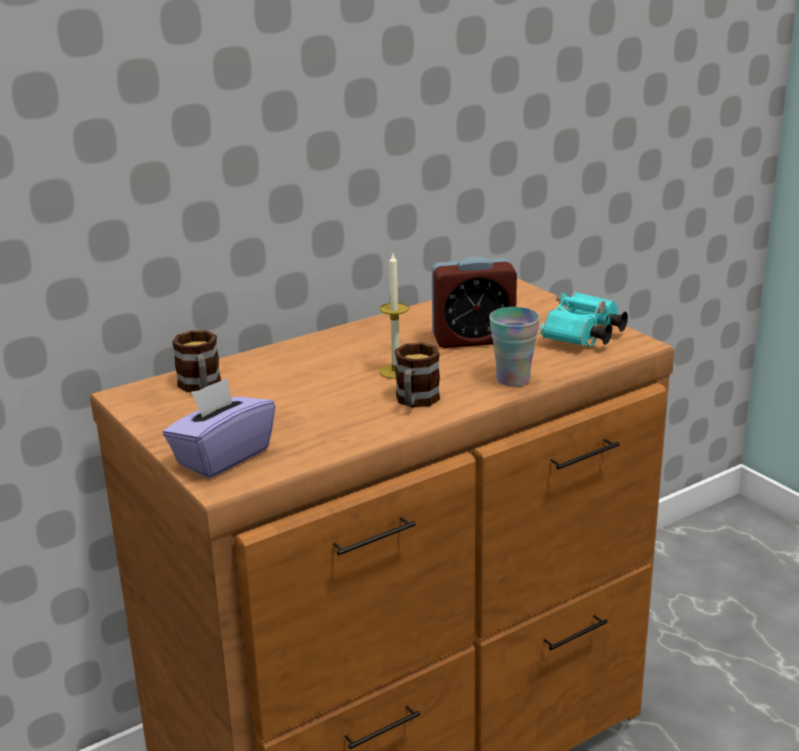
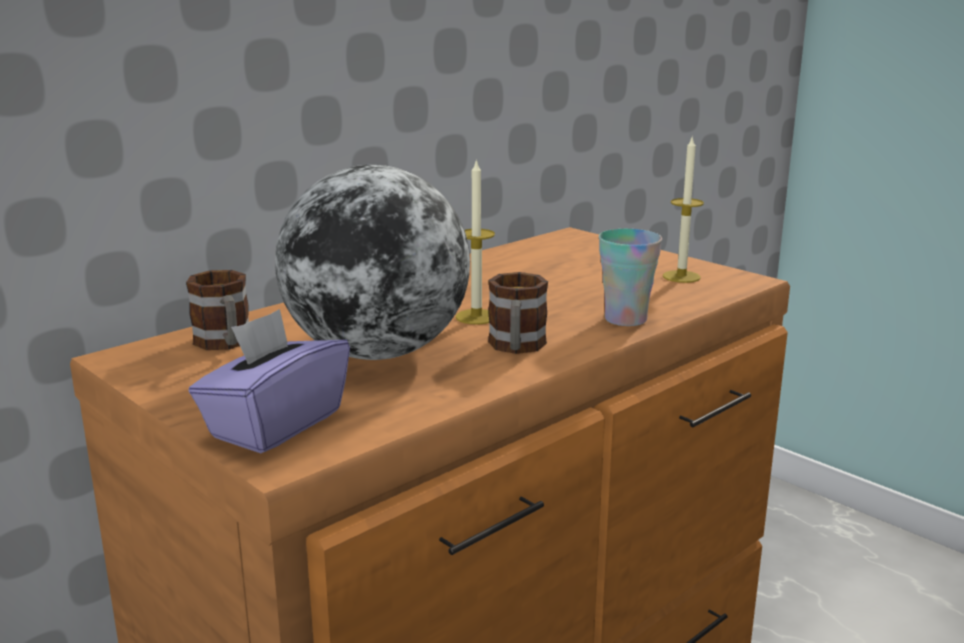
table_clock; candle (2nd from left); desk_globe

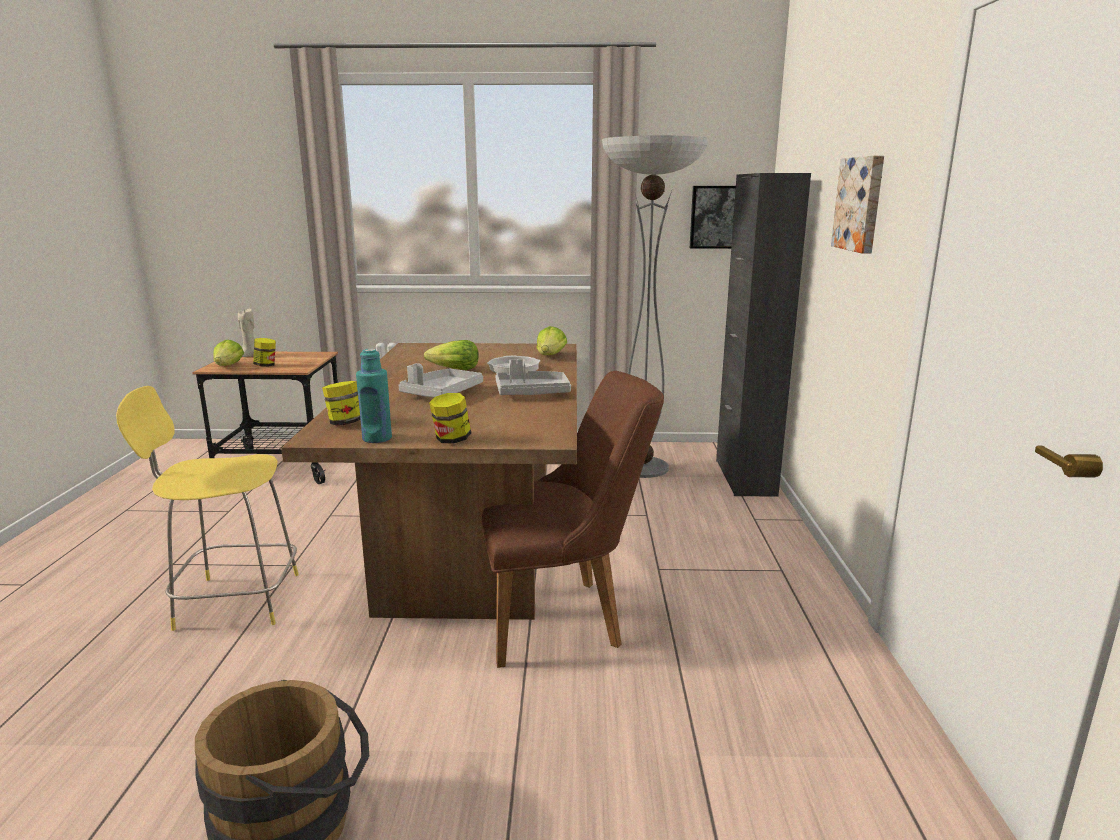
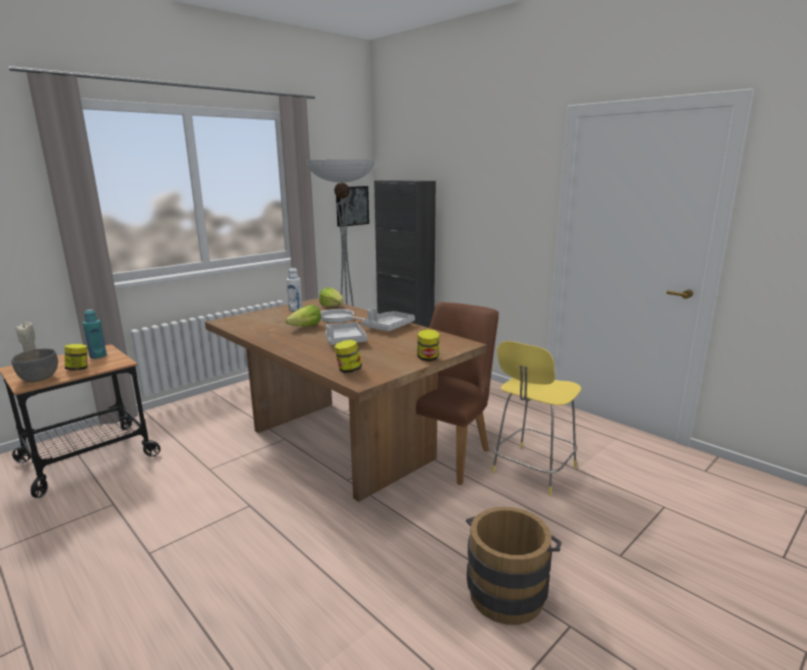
picture (2nd from left in the first image); grey_bowl; turquoise-coloured_bottle; yellowish_stool; white-coloured_bottle

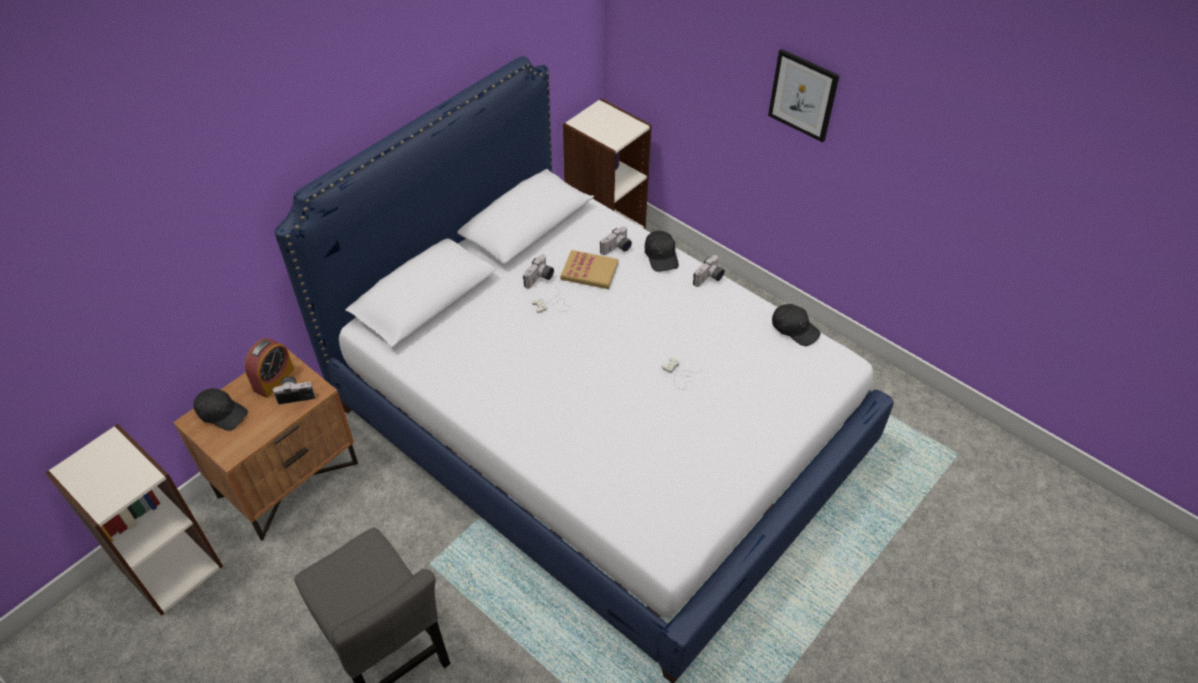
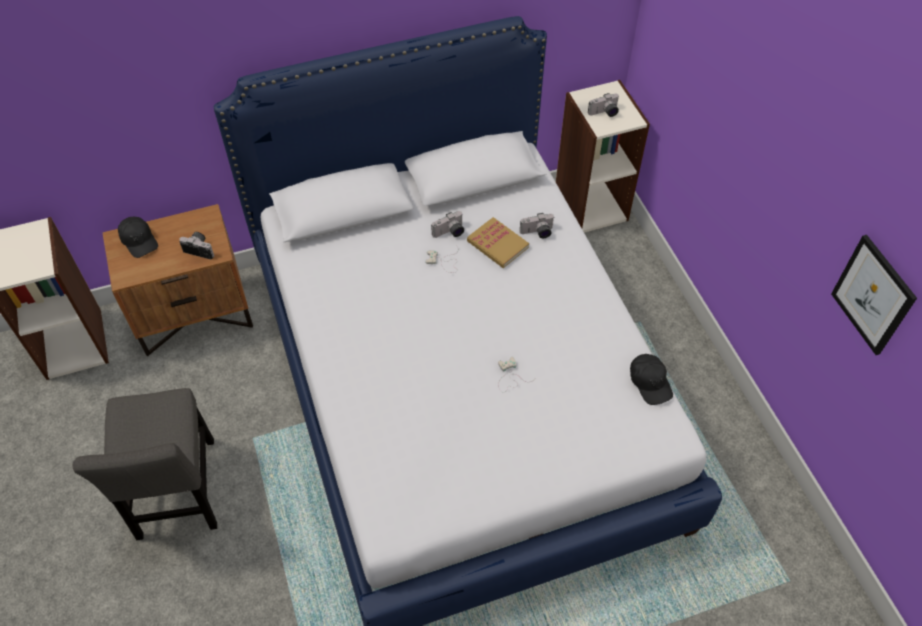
picture; blackish_peaked_cap (2nd from left in the first image); photo_camera (4th from left); table_clock

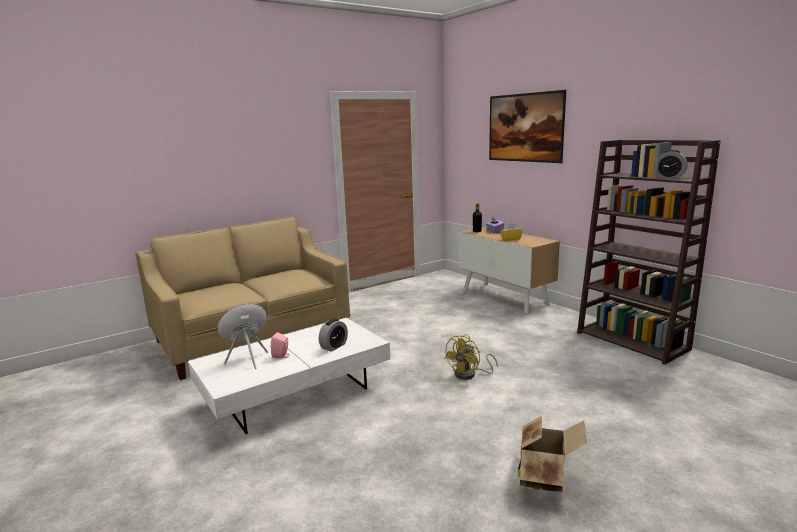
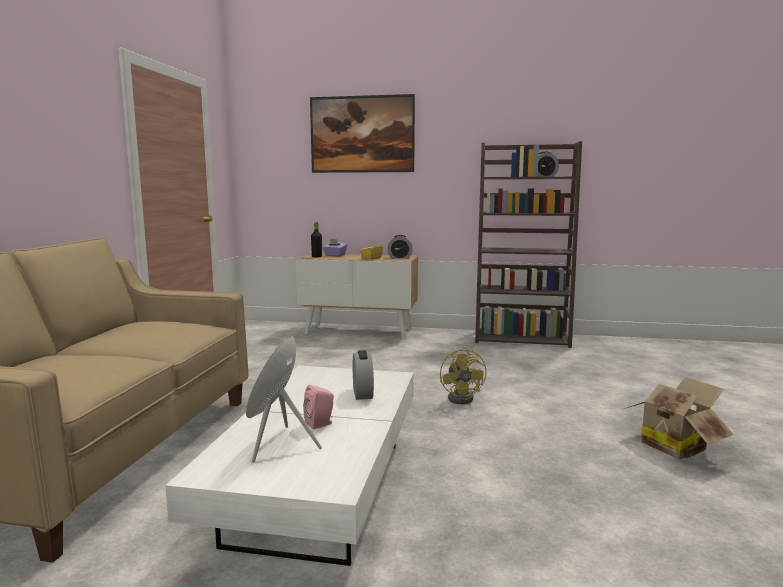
table_clock (2nd from left)

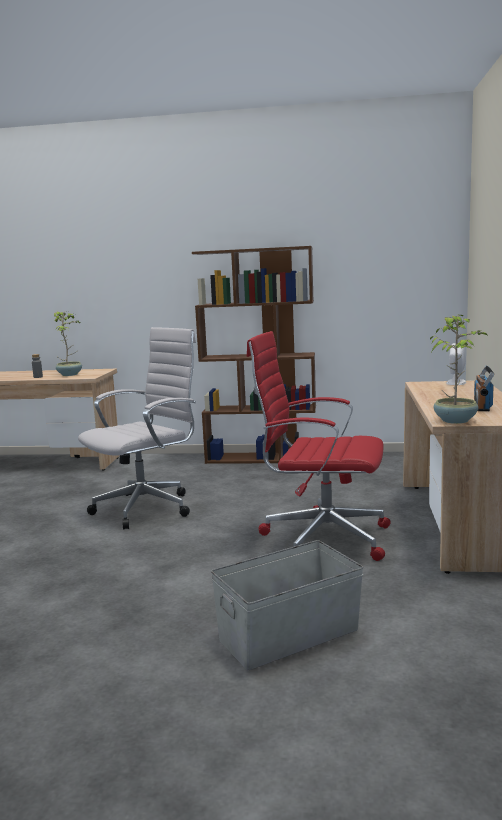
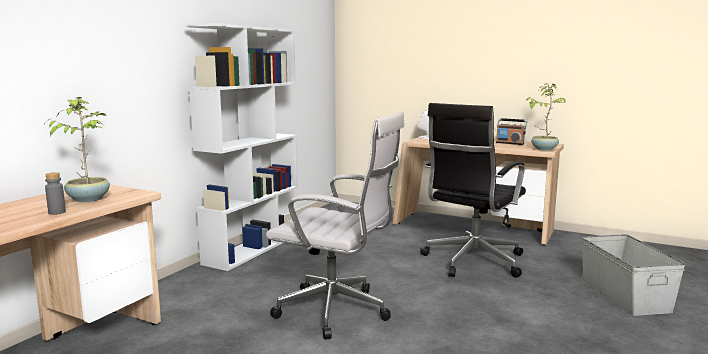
white-coloured_bookcase; white-coloured_desk_chair; blackish_desk_chair

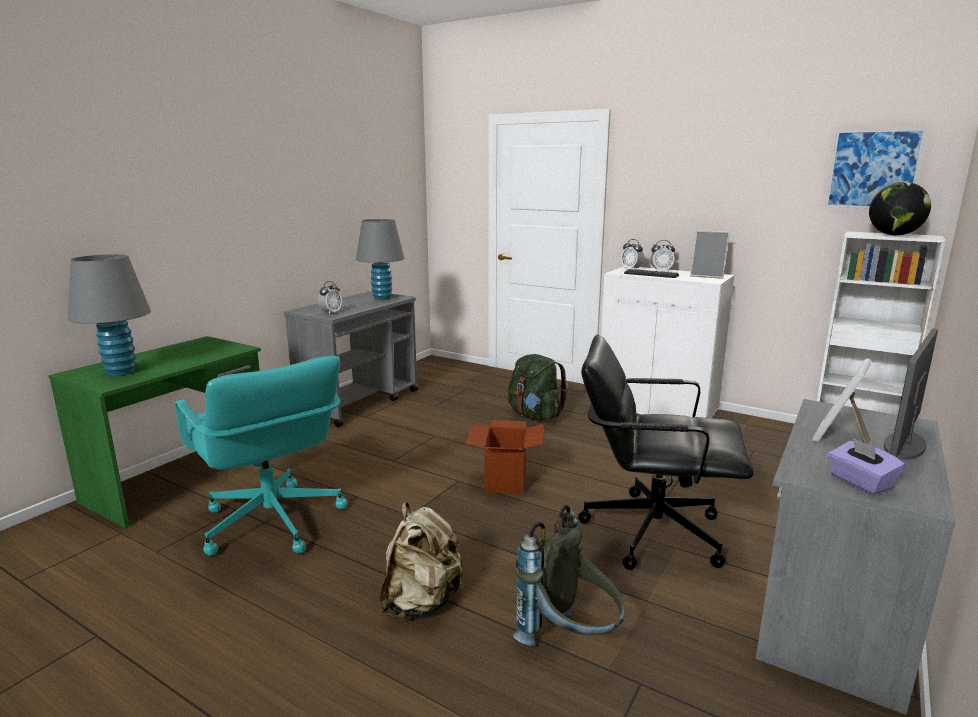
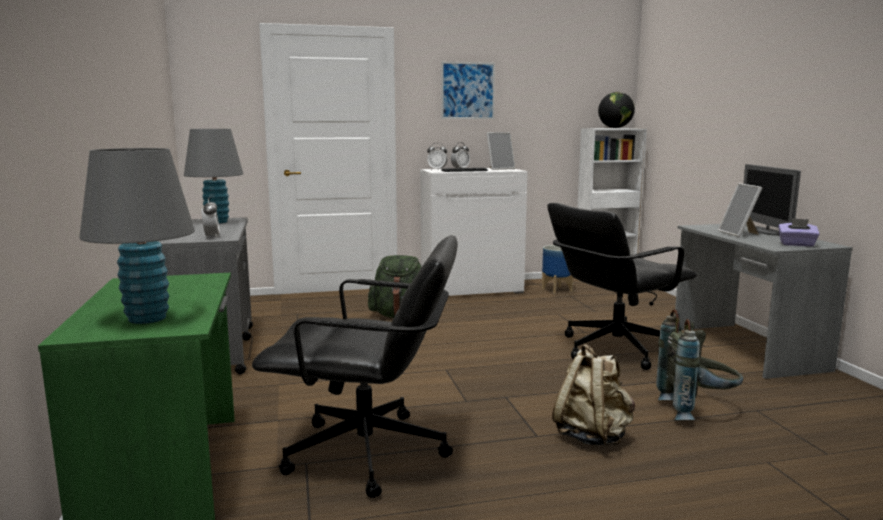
picture; blackish_desk_chair (1st from left); packing_box; planter

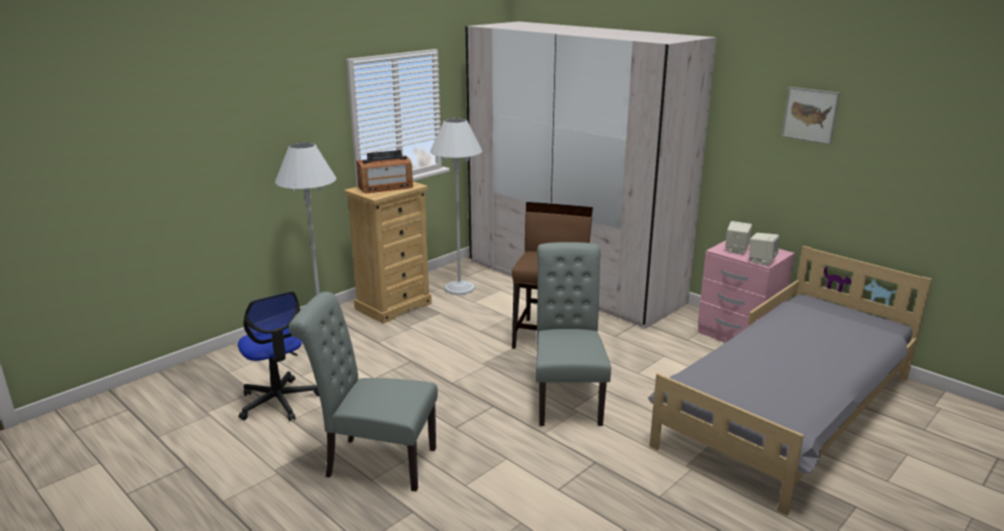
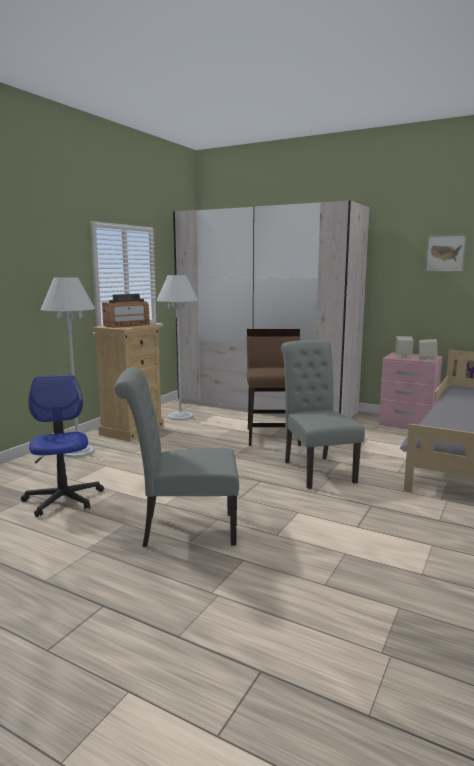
desk_chair

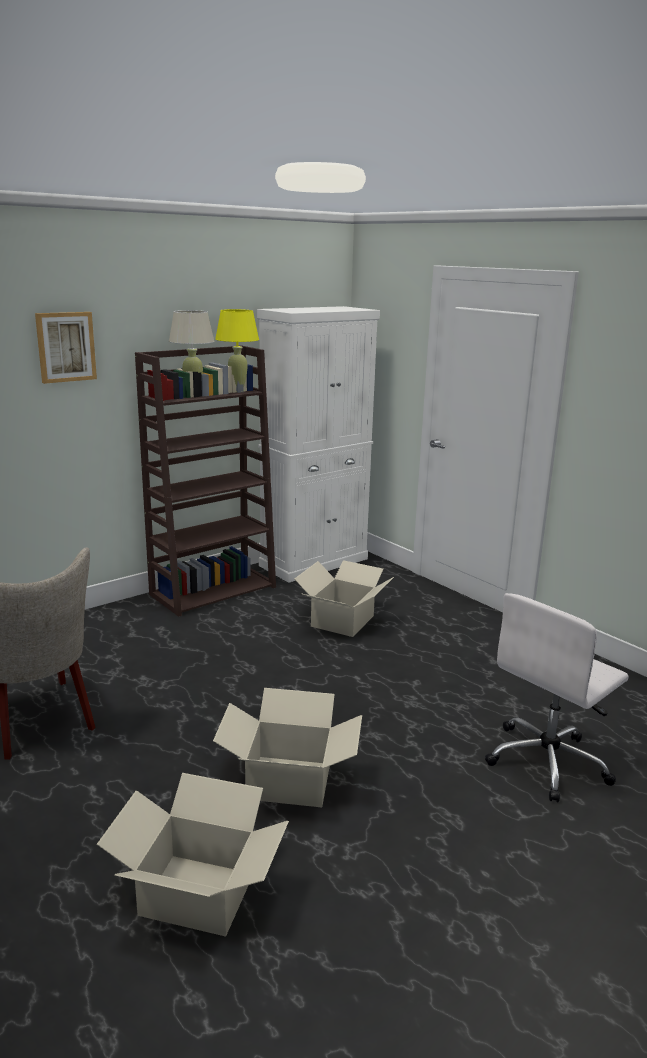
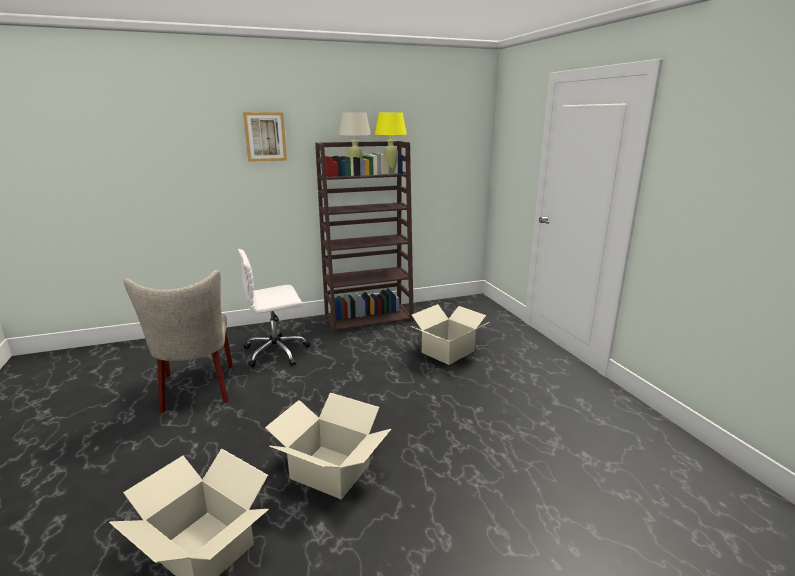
white-coloured_cupboard; white-coloured_desk_chair

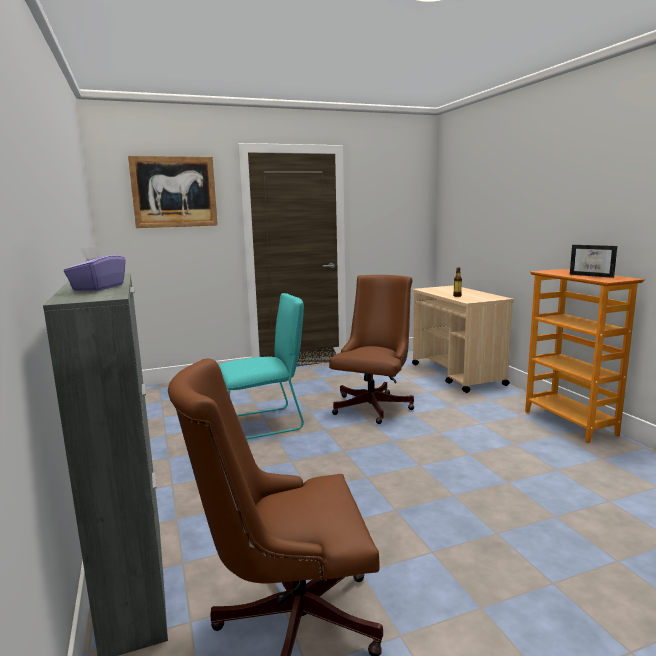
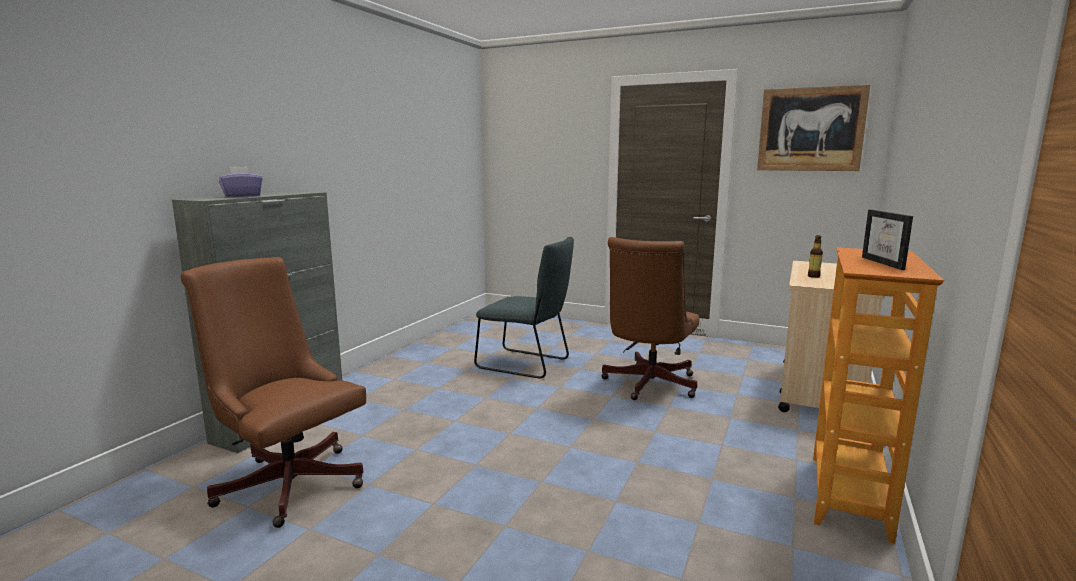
picture; brownish_desk_chair (2nd from left); grey_upright_chair

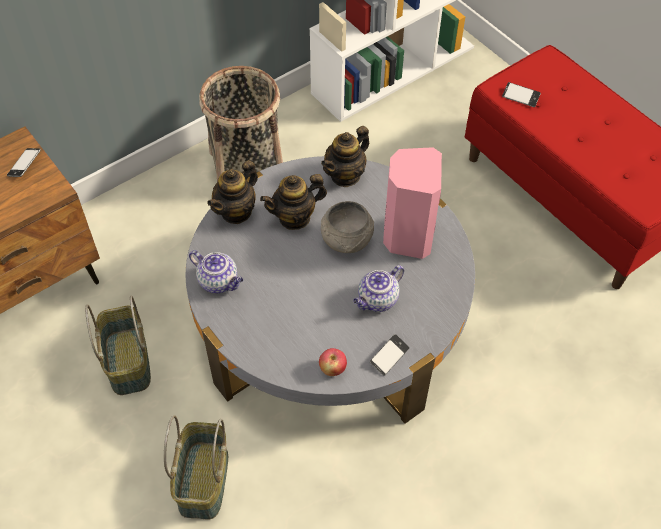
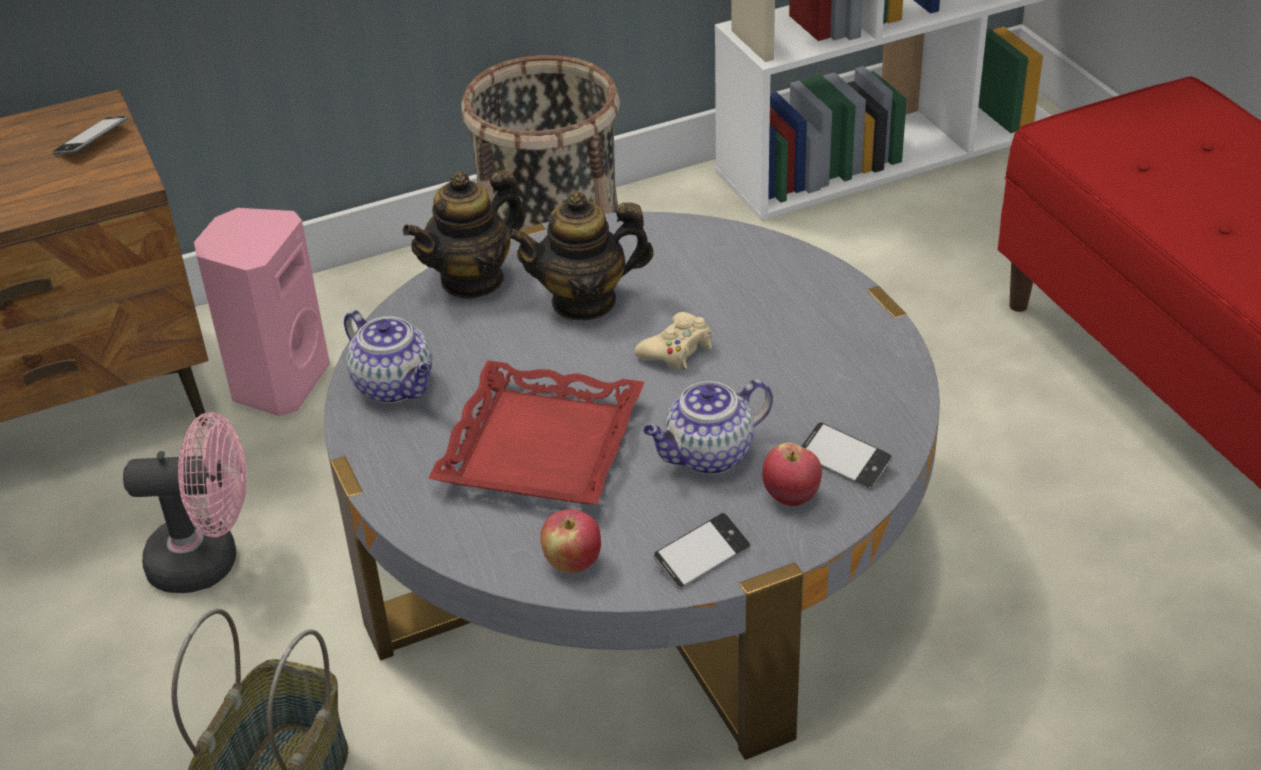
phone (3rd from left); teapot (4th from left in the first image); pink-coloured_speaker; beige-coloured_gamepad; pink-coloured_cooling_fan; reddish_serving_tray; apple (2nd from left)

